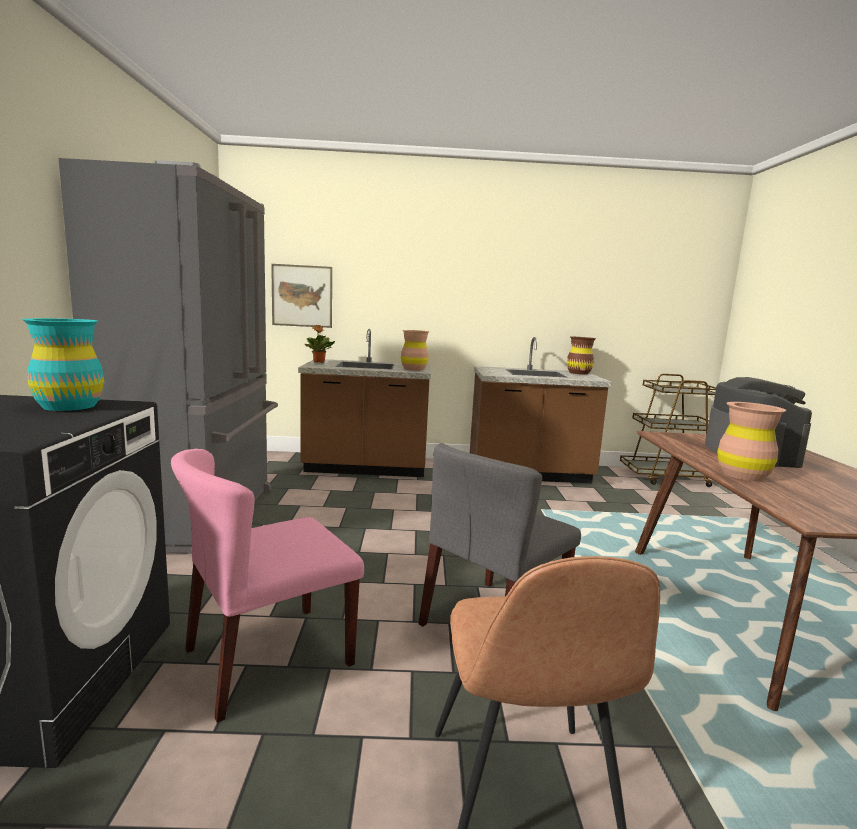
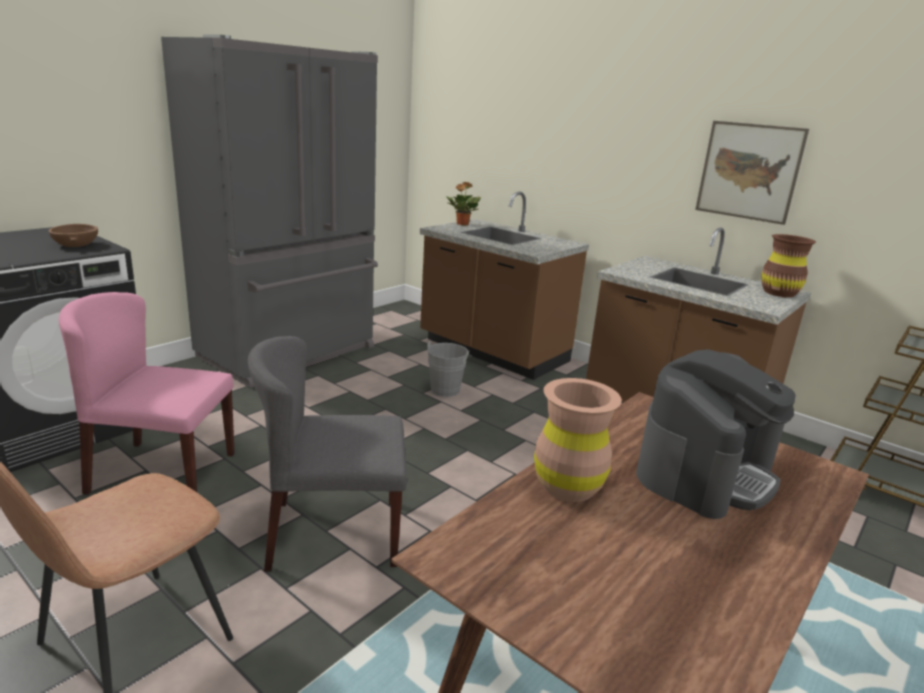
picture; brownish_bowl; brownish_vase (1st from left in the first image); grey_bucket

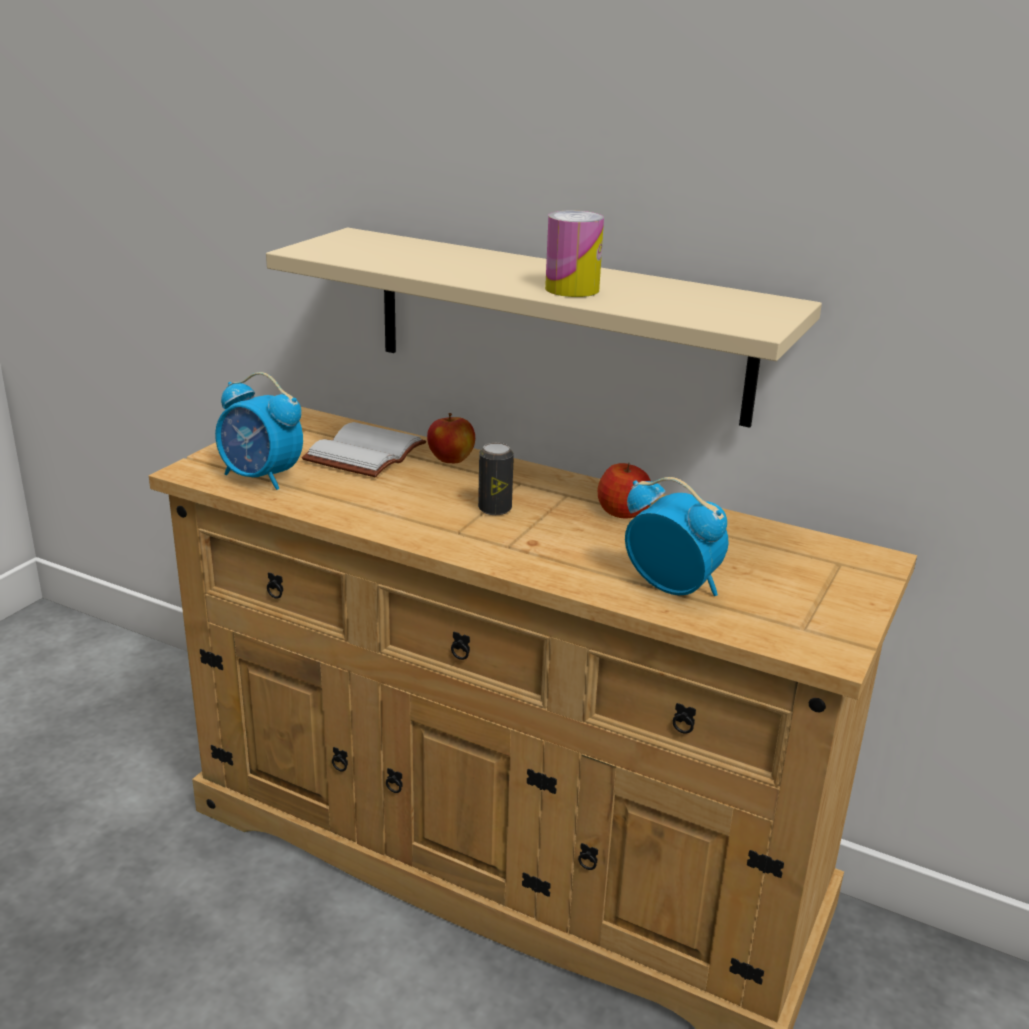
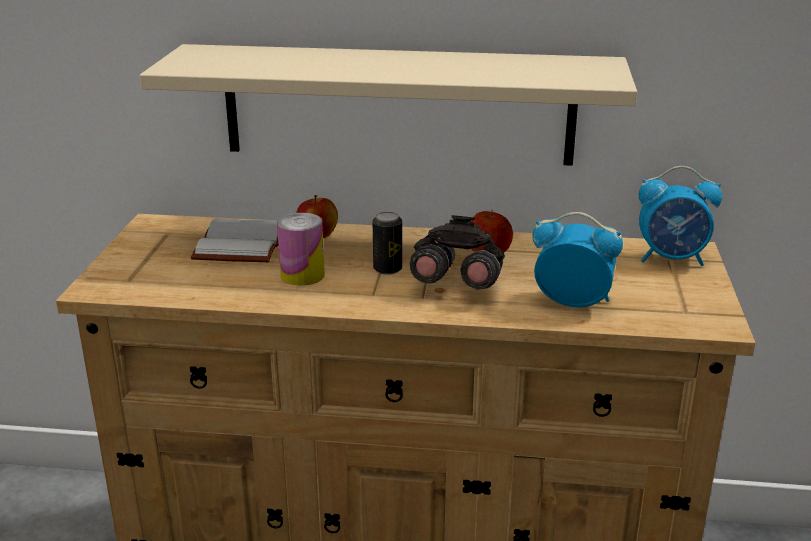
can (1st from left); table_clock (2nd from left); grey_field_glasses

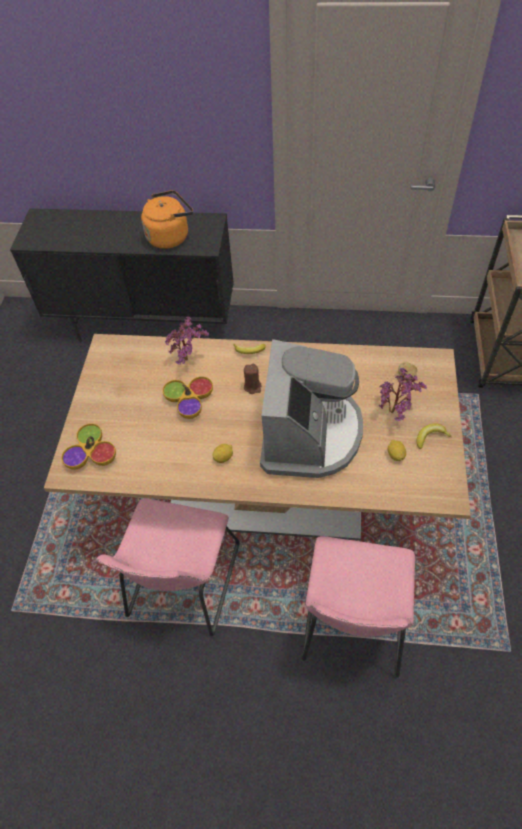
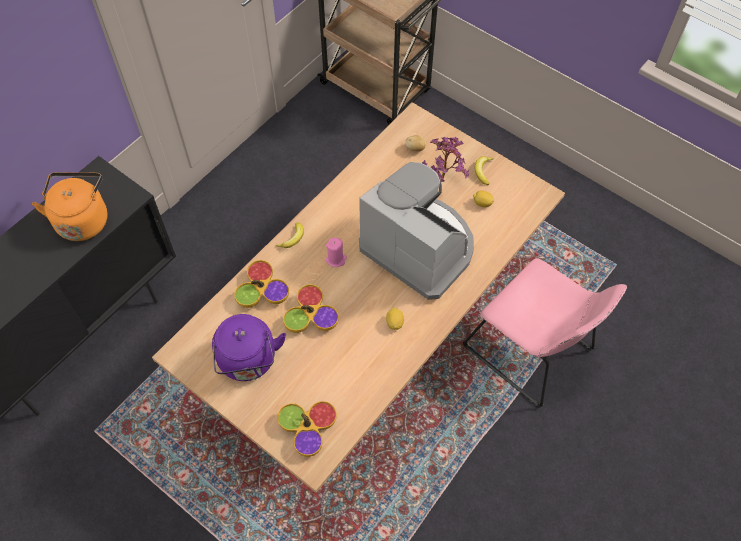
bowl (1st from left); pink-coloured_candle; pink-coloured_upright_chair (1st from left in the first image); purple-coloured_tea_kettle

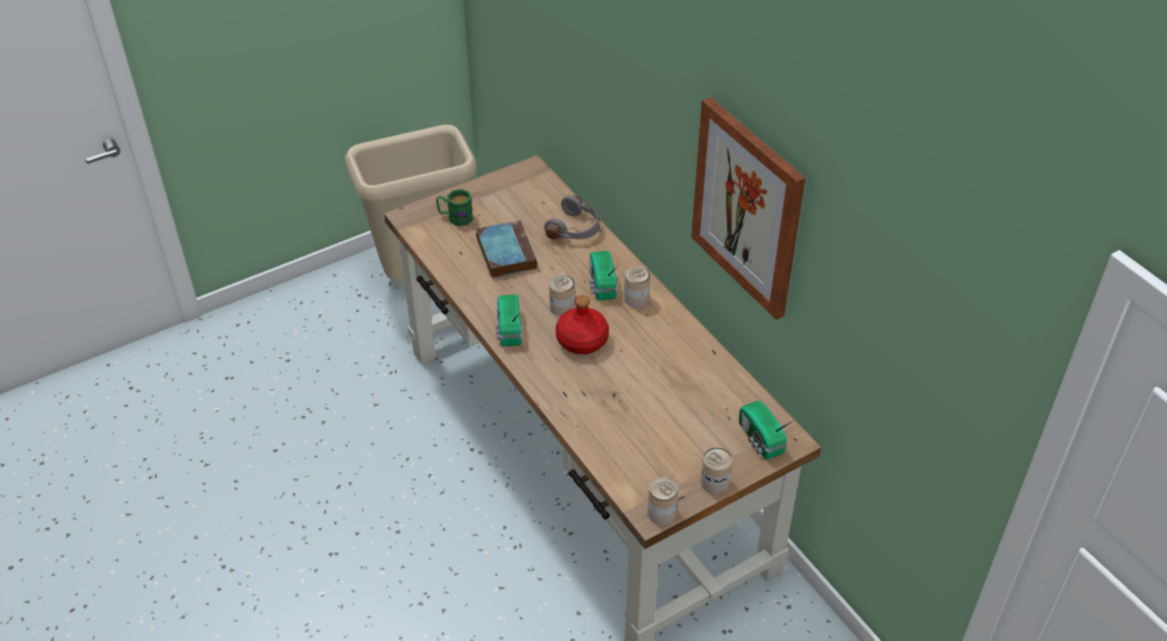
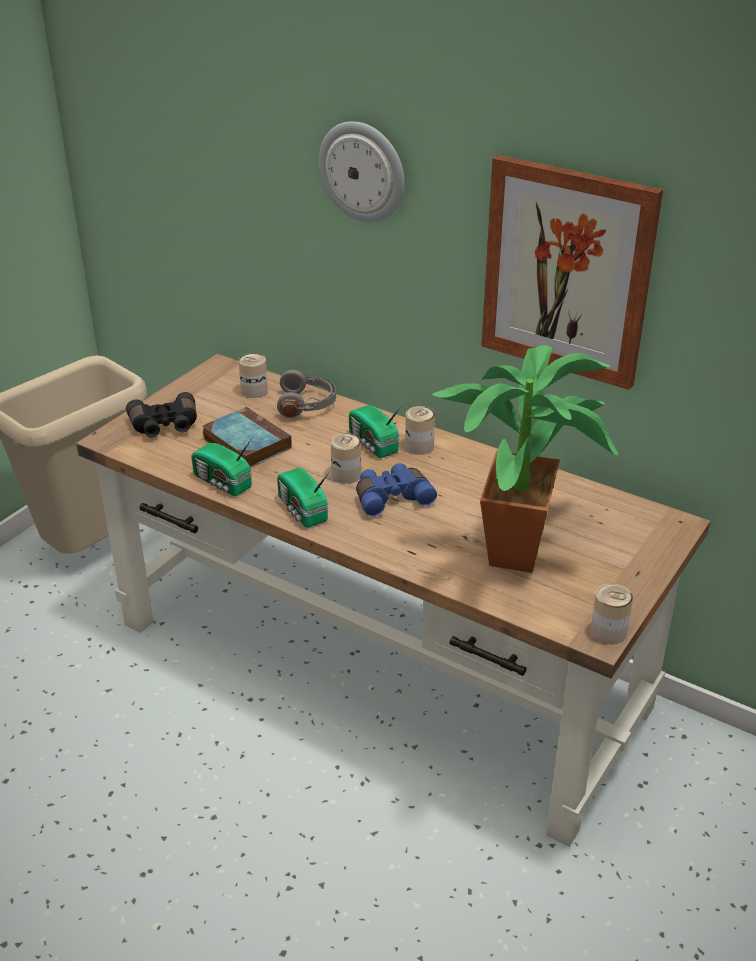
blackish_field_glasses; blue-coloured_field_glasses; radio (1st from left); can (1st from left); clock_on_the_wall; potted_plant

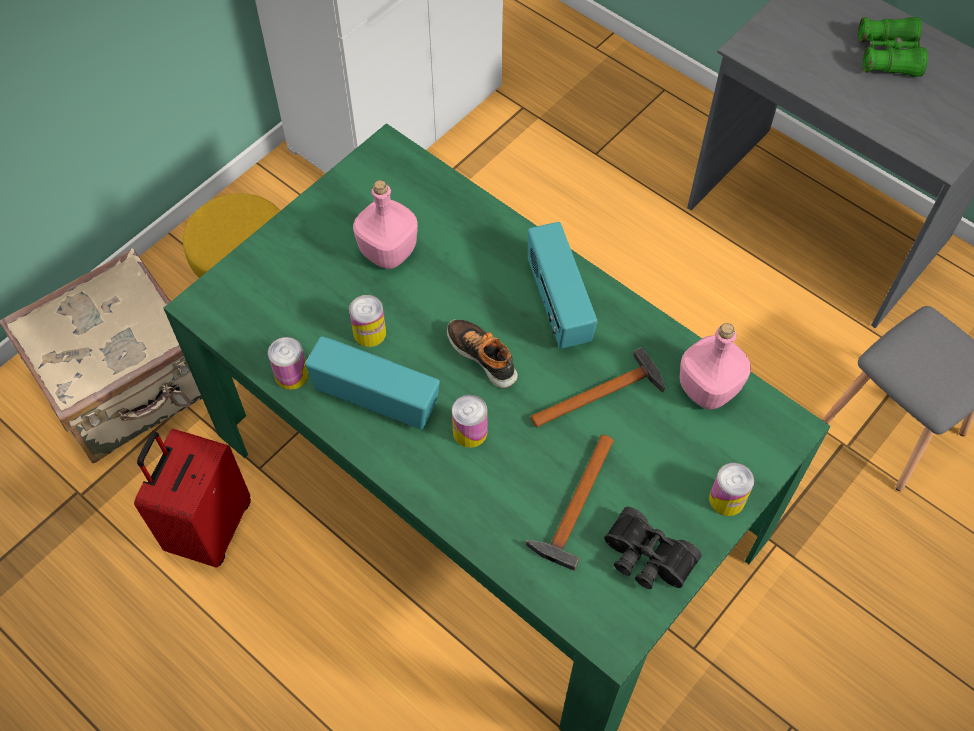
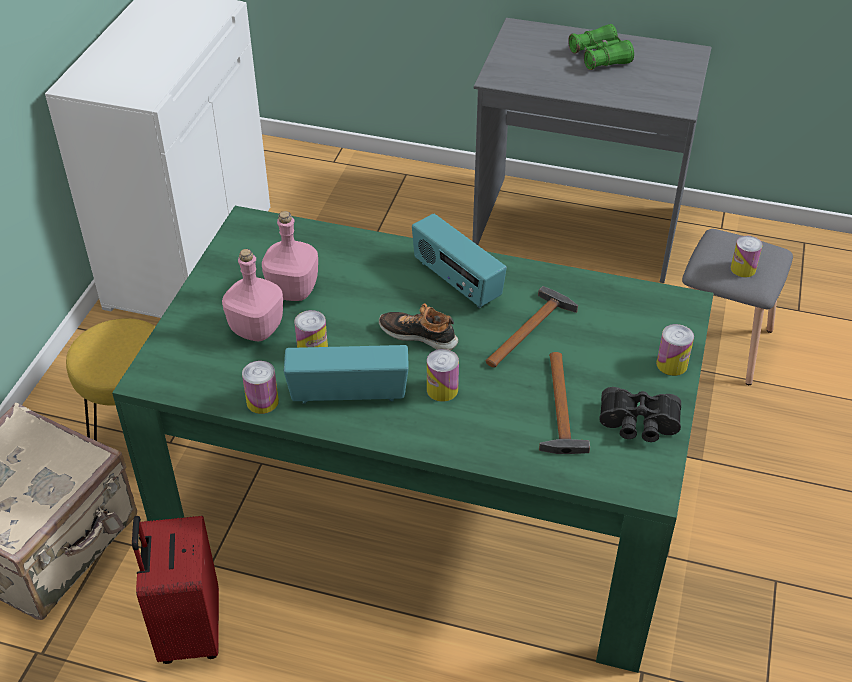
pink-coloured_bottle (1st from left); can (5th from left)

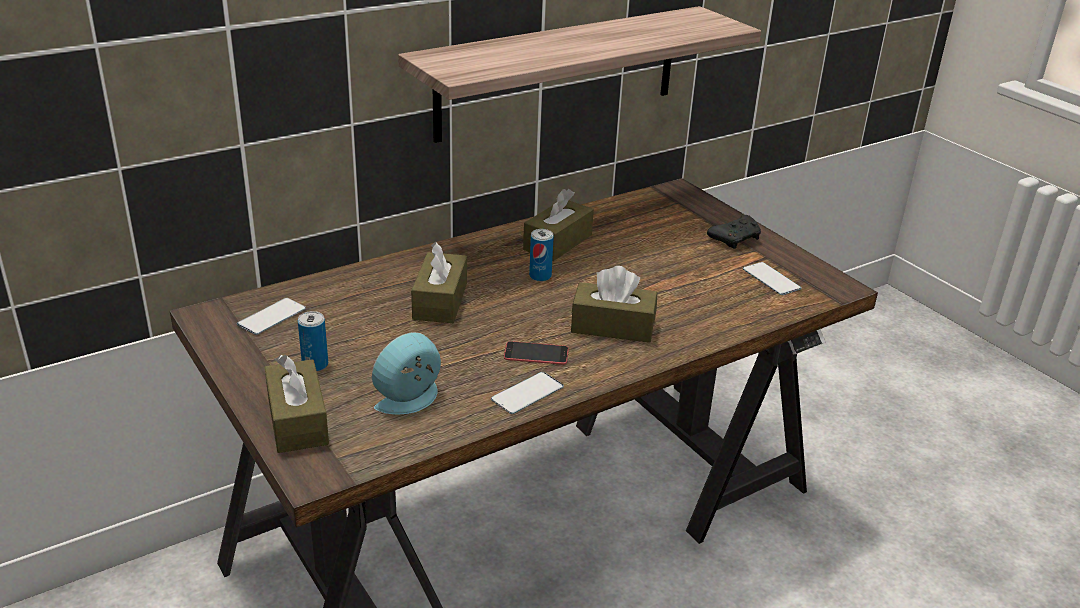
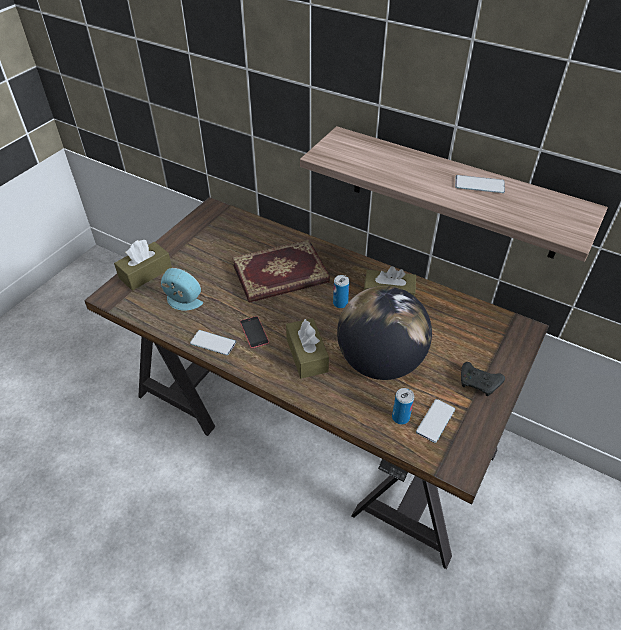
book; phone (4th from left); can (2nd from left); desk_globe

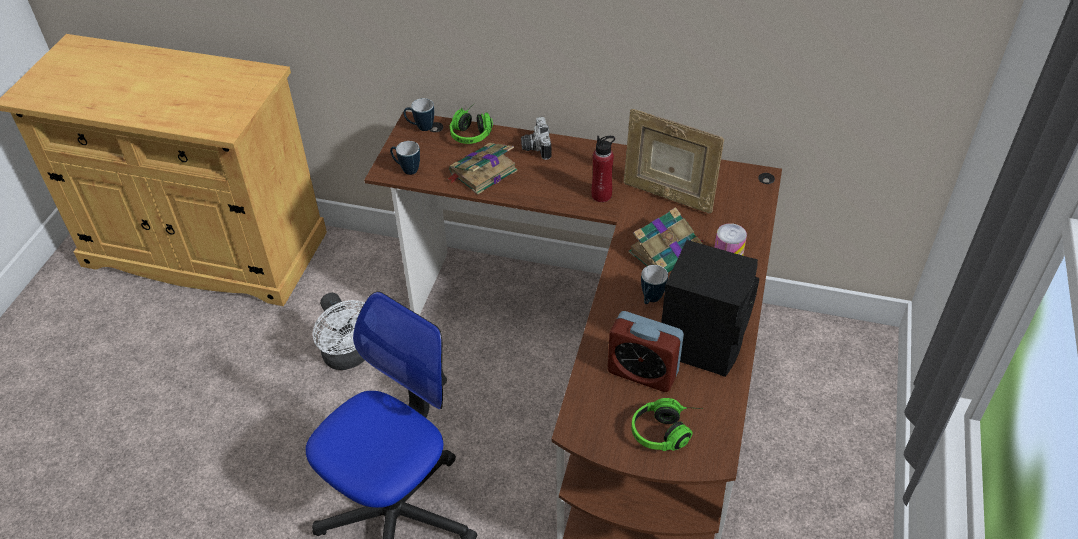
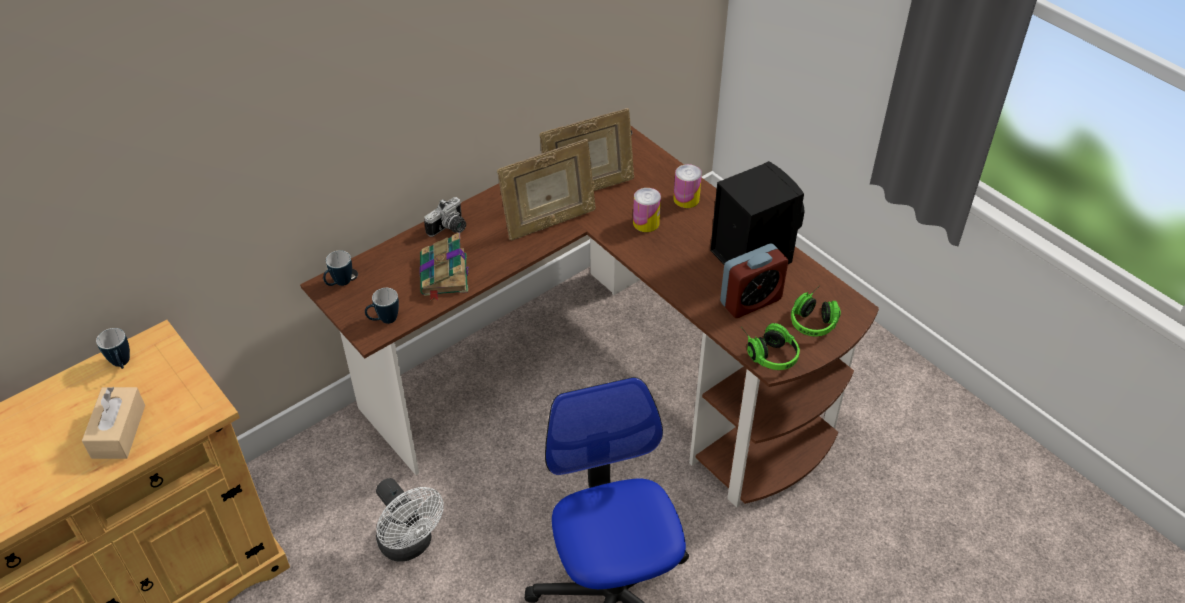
headphones (1st from left); photo_camera; photo_frame (1st from left); can (1st from left); coffee_mug (1st from left); white-coloured_cooling_fan; beige-coloured_box_of_tissues

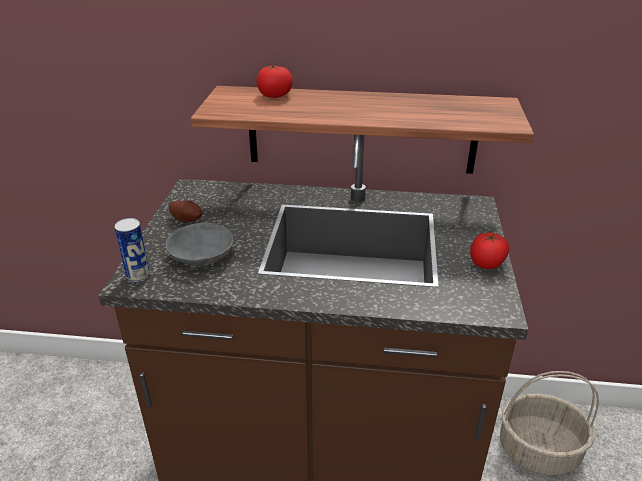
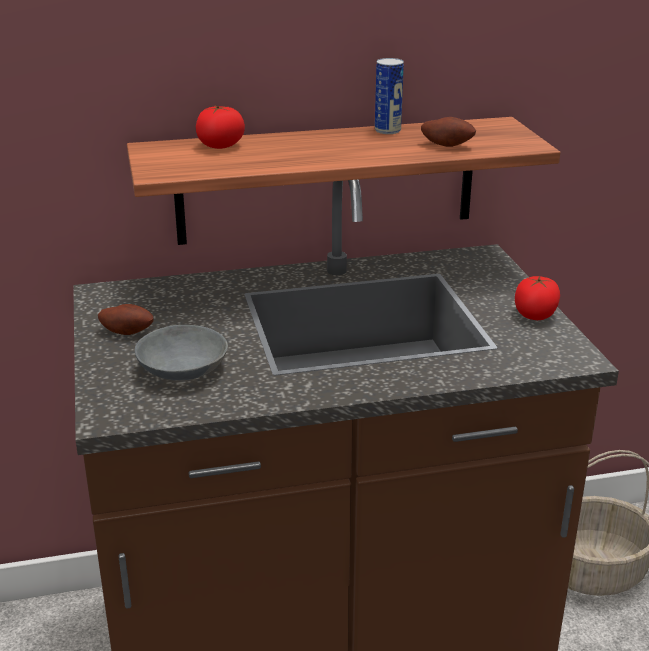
can; potato (2nd from left)

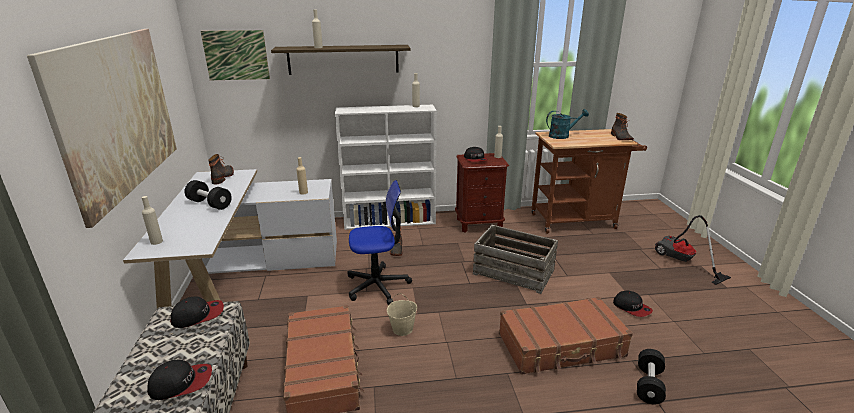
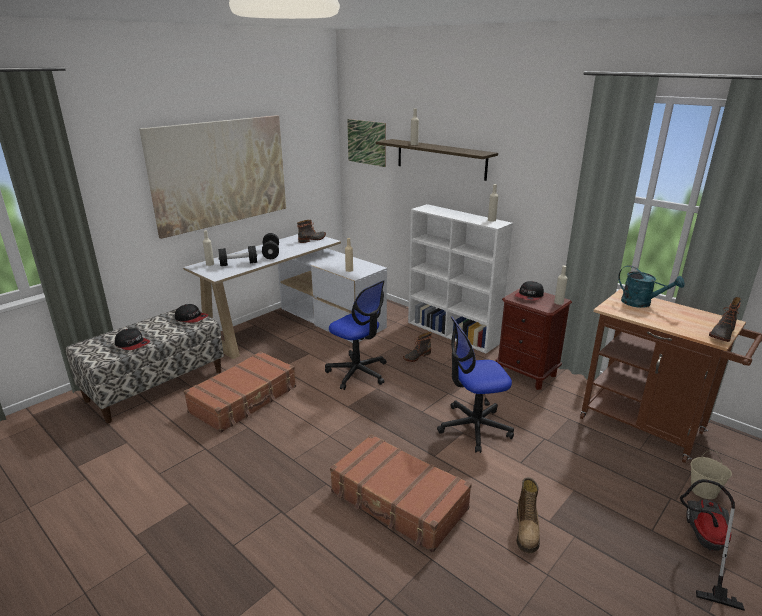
desk_chair (2nd from left); tall_boot (3rd from left); beige-coloured_bucket; blackish_hand_weight (1st from left)

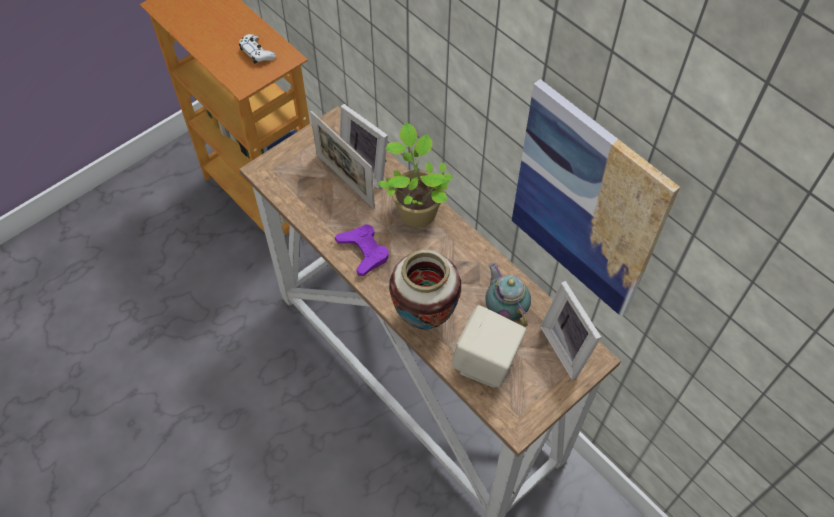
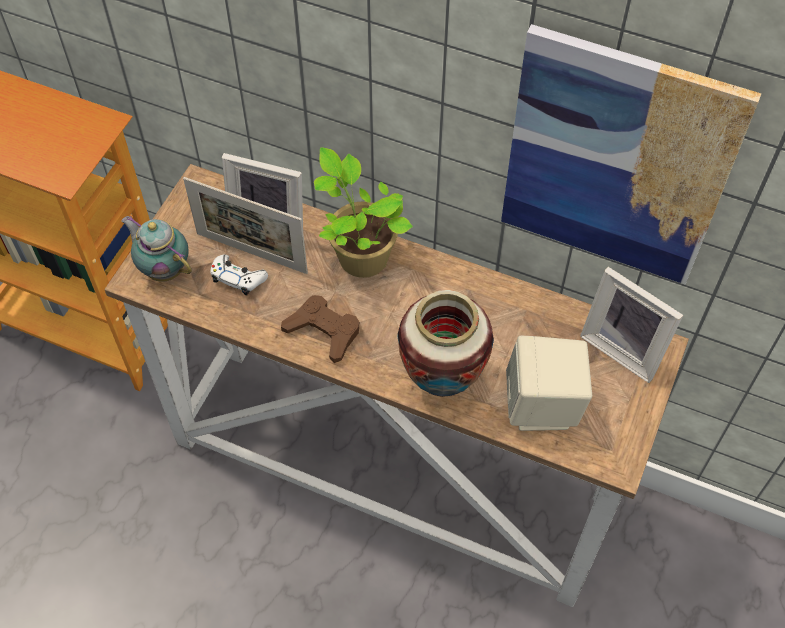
white-coloured_gamepad; brownish_gamepad; teapot

